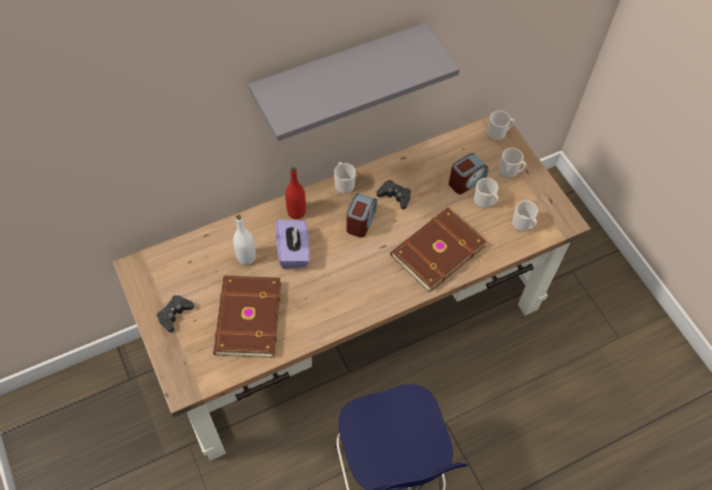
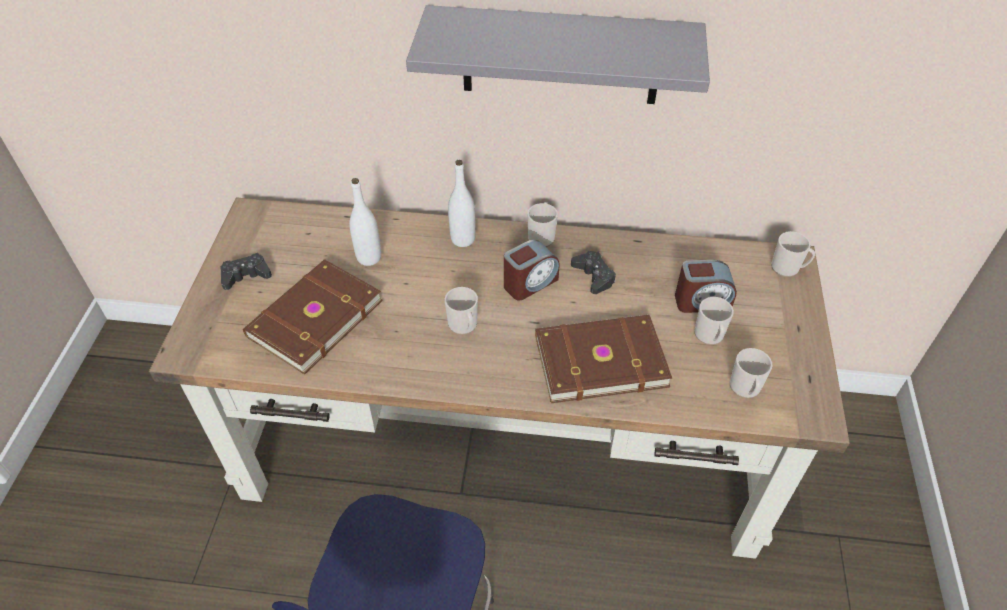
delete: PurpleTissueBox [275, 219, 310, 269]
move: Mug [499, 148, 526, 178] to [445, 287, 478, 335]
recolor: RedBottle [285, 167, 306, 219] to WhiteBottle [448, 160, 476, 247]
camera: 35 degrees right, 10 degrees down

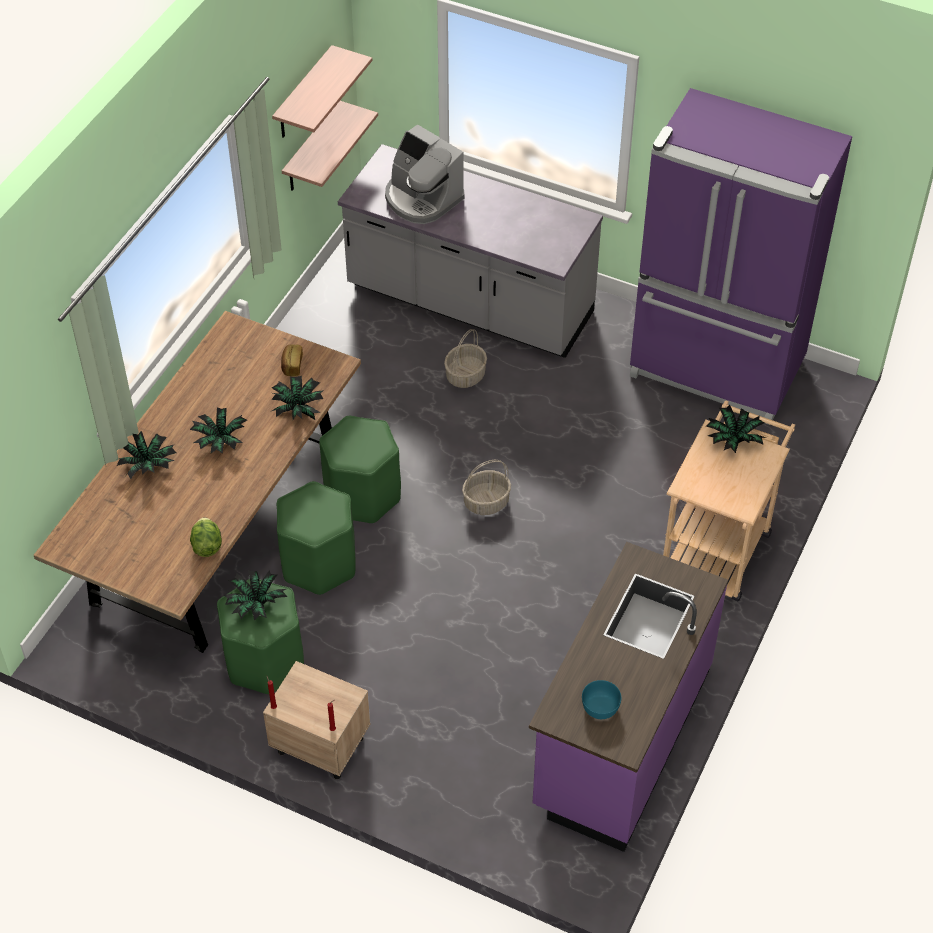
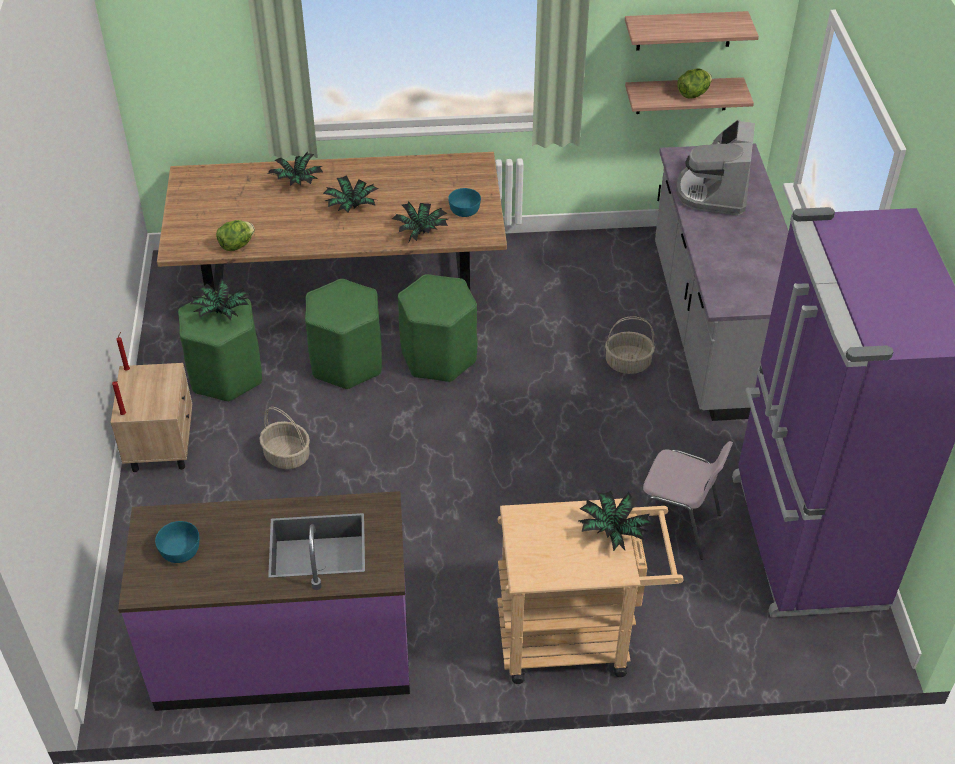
insert: PinkChair [643, 441, 733, 560]; Lettuce [677, 69, 712, 98]
move: Basket [462, 460, 511, 515] to [259, 407, 310, 469]
replace: Bread [281, 344, 303, 376] to TurquoiseBowl [448, 188, 481, 217]
camera: 60 degrees right, 5 degrees down

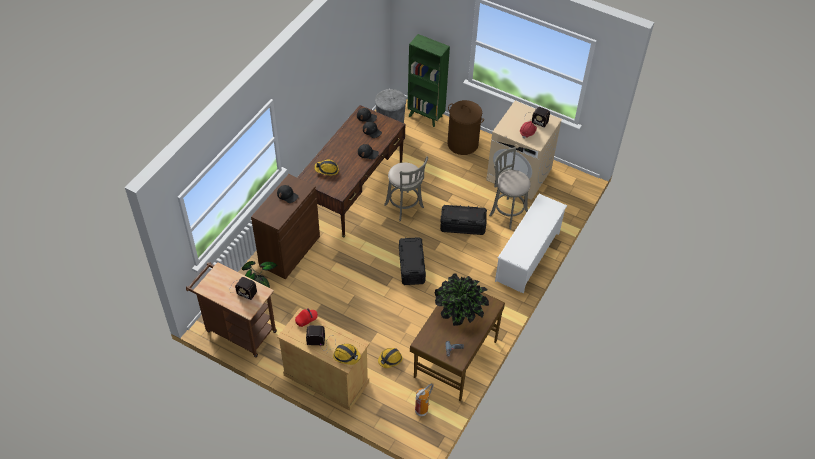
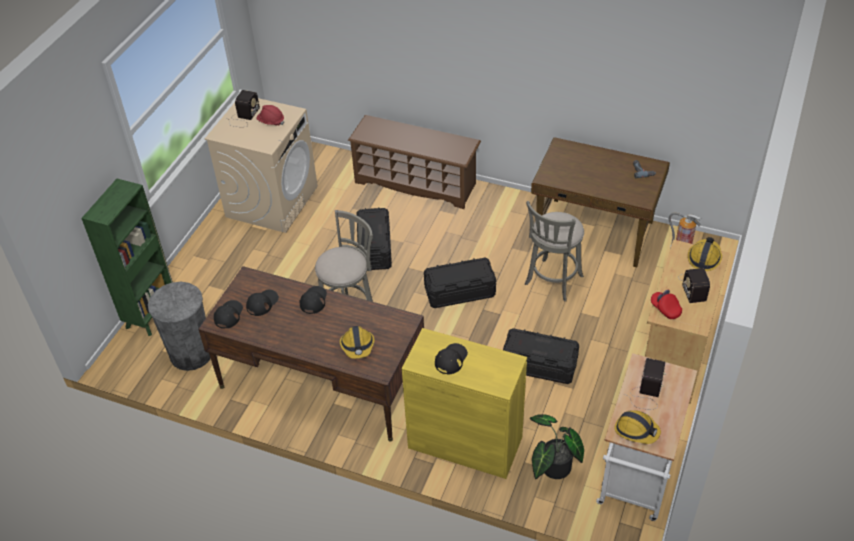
delete: PottedPlant [435, 274, 489, 326]; BrownLaundryBasket [447, 100, 484, 155]
insert: BlackStorageBox [503, 328, 579, 384]
move: HardHat [378, 348, 403, 368] to [614, 410, 661, 444]; GreyStool [489, 147, 531, 229] to [525, 201, 584, 302]
recolor: BrownCart [186, 262, 277, 358] to WhiteCart [596, 353, 697, 521]; BrownCabinet [251, 174, 320, 279] to YellowCabinet [402, 328, 527, 479]; WhiteShoeRack [495, 194, 567, 293] to BrownShoeRack [348, 115, 481, 209]
camera: 95 degrees left, 5 degrees down

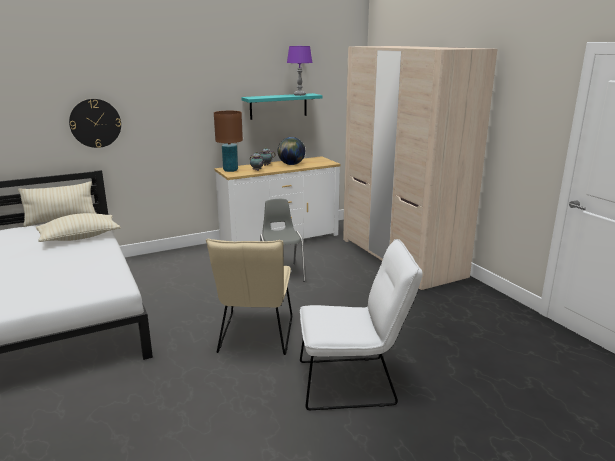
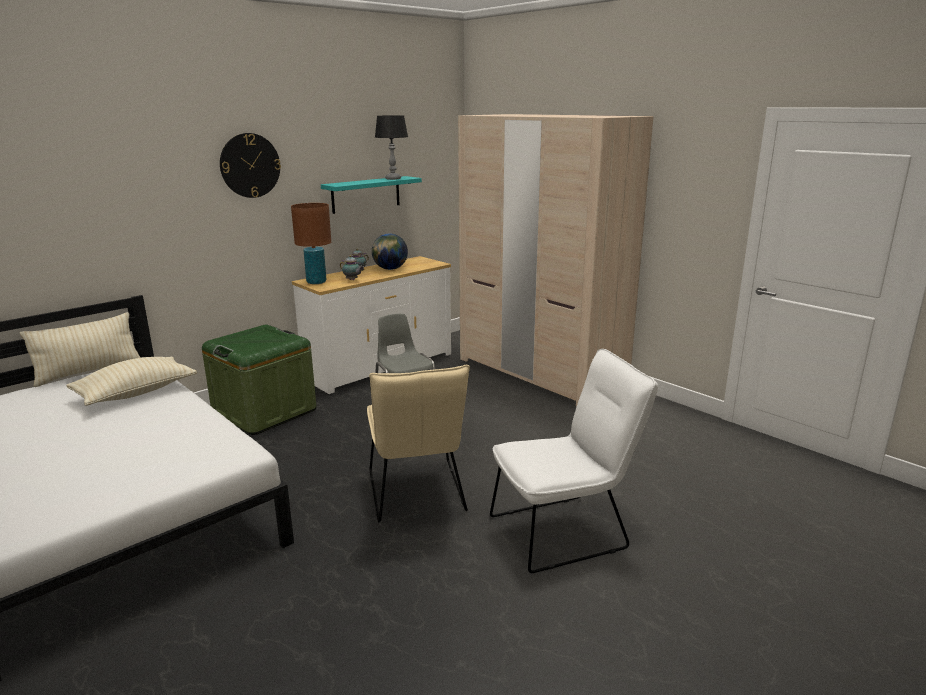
insert: GreenStorageBox [202, 325, 316, 435]
move: WallClock [69, 99, 121, 148] to [220, 133, 281, 198]
recolor: PurpleTableLamp [287, 46, 313, 96] to BlackTableLamp [375, 115, 408, 180]
camera: 15 degrees left, 0 degrees up

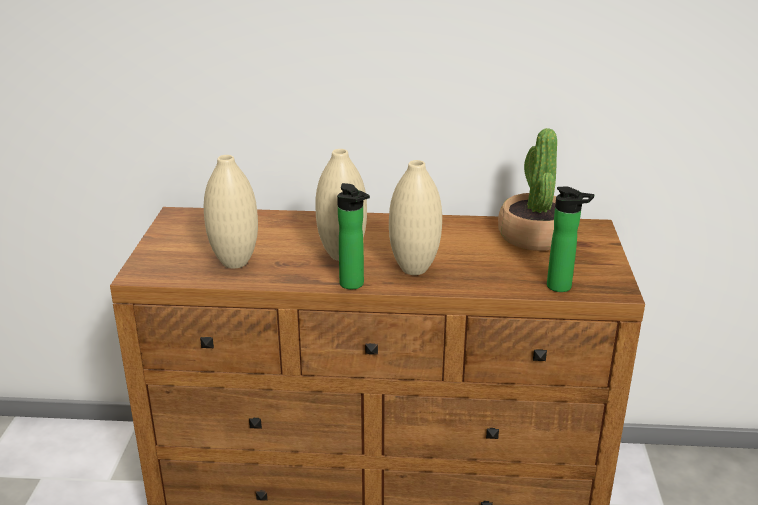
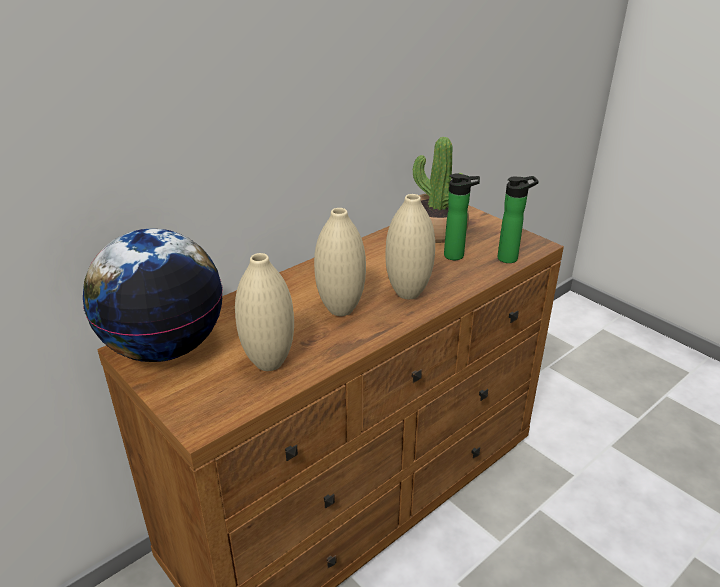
insert: Globe [83, 229, 223, 362]
move: Bottle [337, 183, 370, 289] to [444, 174, 480, 260]
camera: 45 degrees left, 5 degrees up

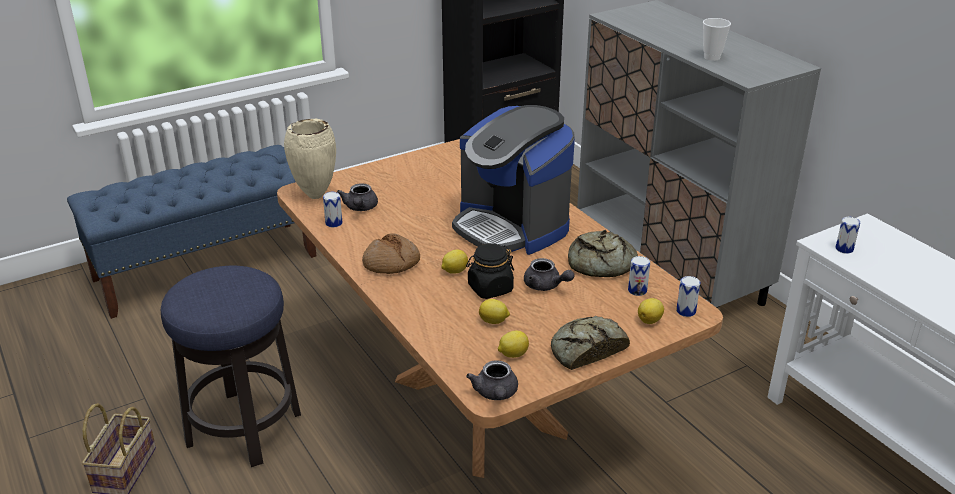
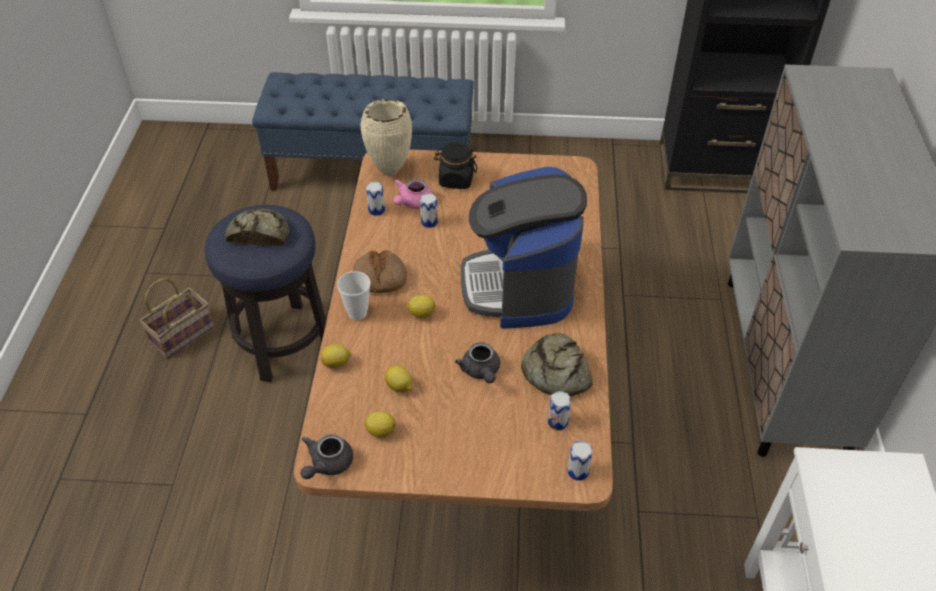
move: BlackJar [466, 243, 514, 299] to [434, 142, 477, 189]; Bread [551, 316, 630, 370] to [225, 209, 289, 246]; Lemon [638, 298, 664, 324] to [321, 344, 351, 368]; Cup [703, 18, 731, 61] to [337, 271, 370, 320]; Can [835, 217, 860, 254] to [420, 193, 438, 228]
recolor: GreyTeapot [337, 183, 378, 211] to PinkTeapot [394, 179, 433, 209]
camera: 35 degrees right, 15 degrees up

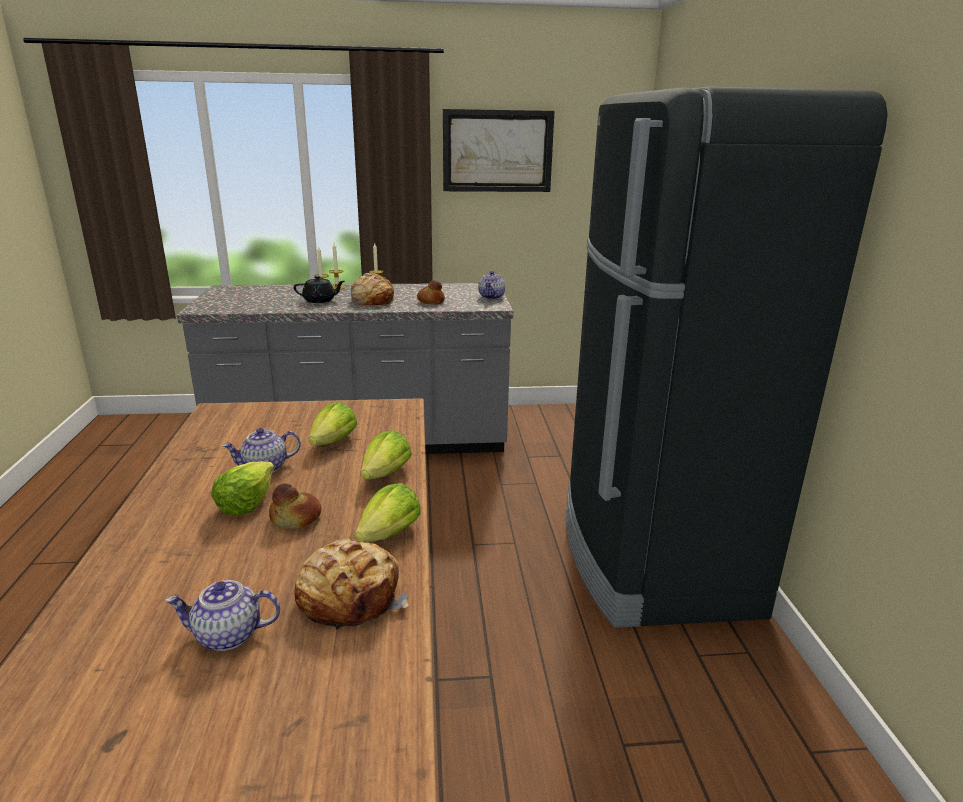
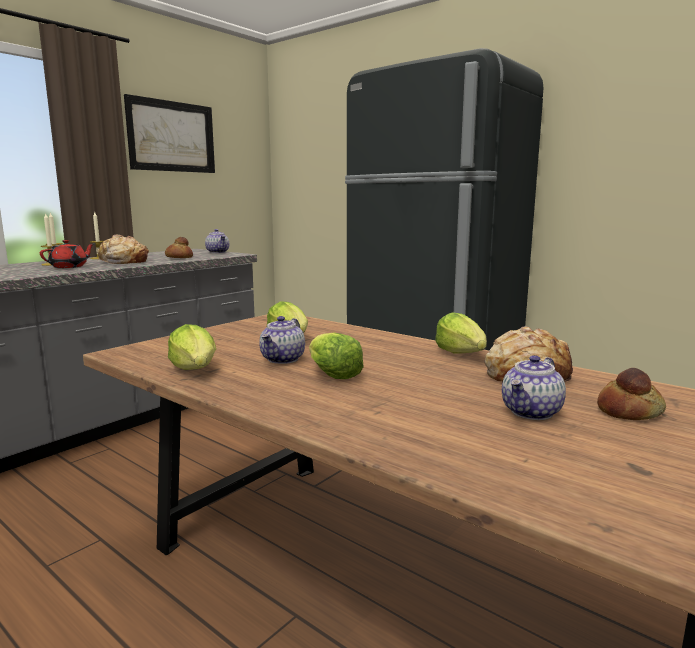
move: Bread [269, 483, 322, 529] to [597, 368, 666, 420]; Lettuce [361, 430, 412, 479] to [168, 324, 216, 370]
recolor: BlackTeapot [293, 276, 345, 303] to RedTeapot [40, 240, 94, 268]
camera: 45 degrees left, 10 degrees down

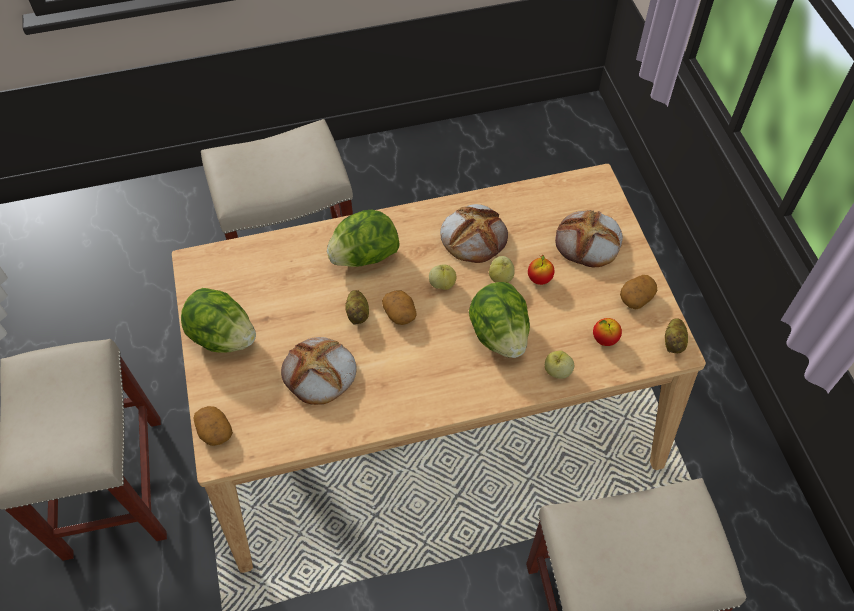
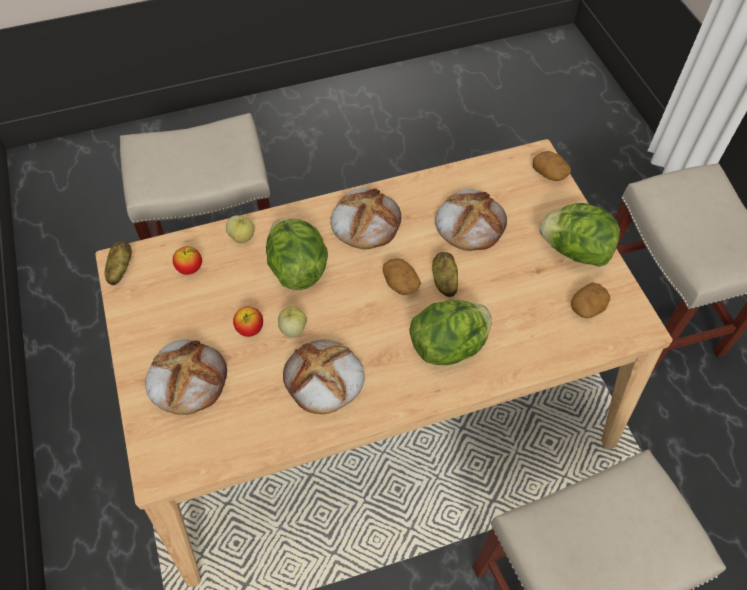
delete: Apple [429, 264, 456, 290]
insert: Bread [330, 188, 401, 250]
move: Potato [620, 275, 657, 309] to [571, 282, 610, 318]
camera: 175 degrees right, 0 degrees up

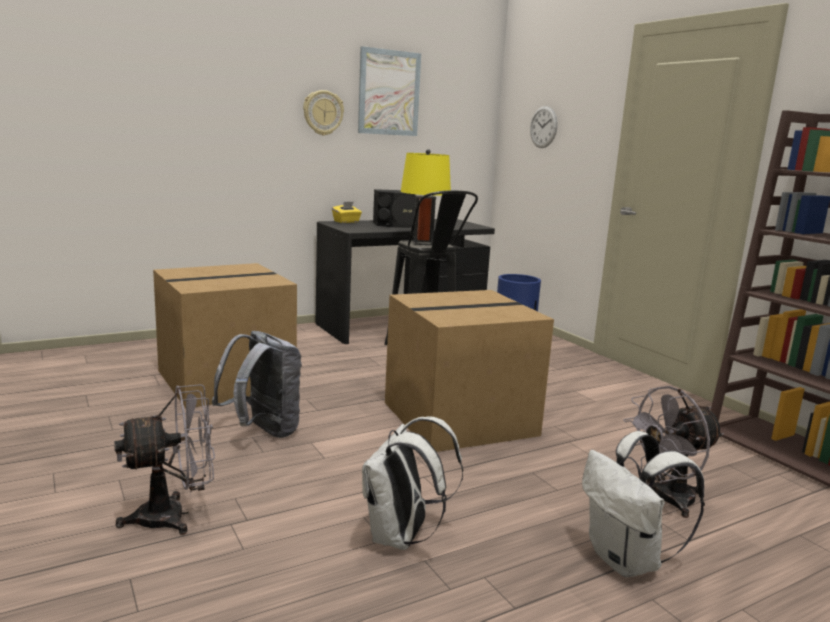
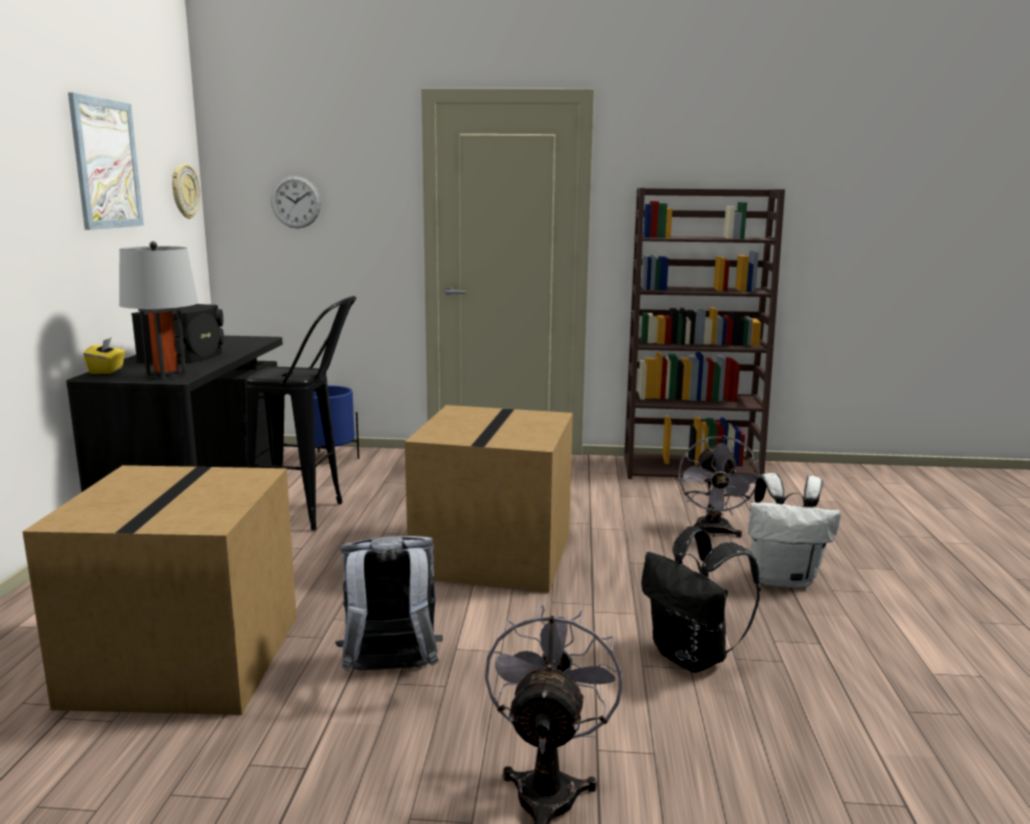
delete: YellowTableLamp [401, 149, 451, 245]
insert: GreyTableLamp [119, 241, 198, 380]
move: WallClock [303, 90, 344, 136] to [172, 164, 200, 219]
recolor: WhiteBackpack [362, 416, 463, 550] to BlackBackpack [641, 527, 760, 673]
camera: 55 degrees left, 0 degrees up

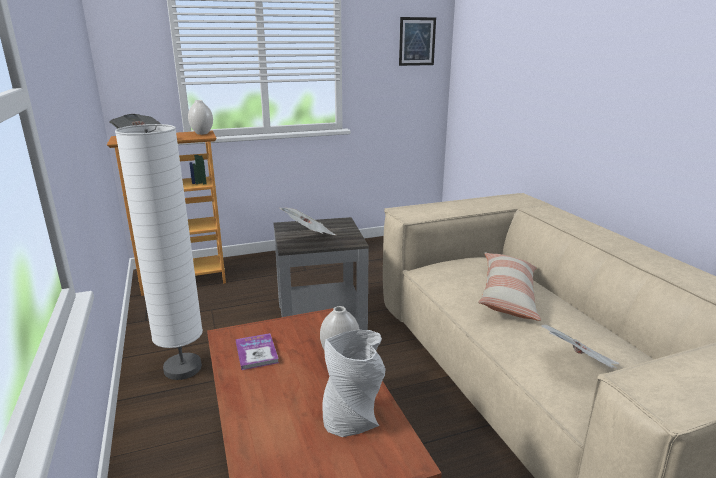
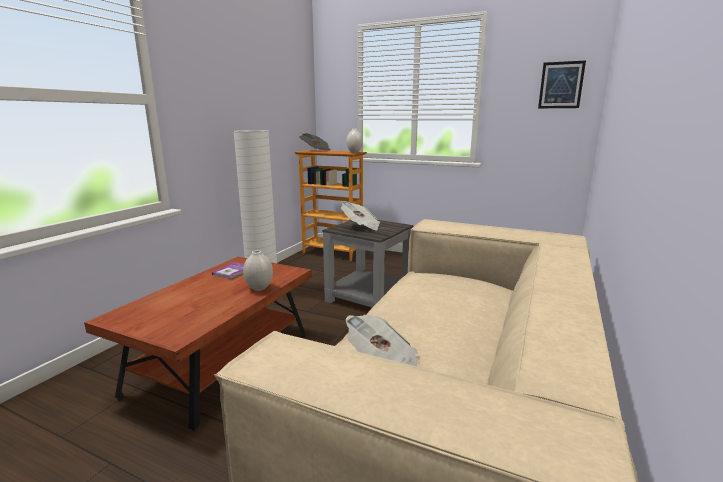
delete: GreyVase [322, 330, 386, 437]; Pillow [478, 253, 541, 321]
camera: 45 degrees right, 5 degrees down

